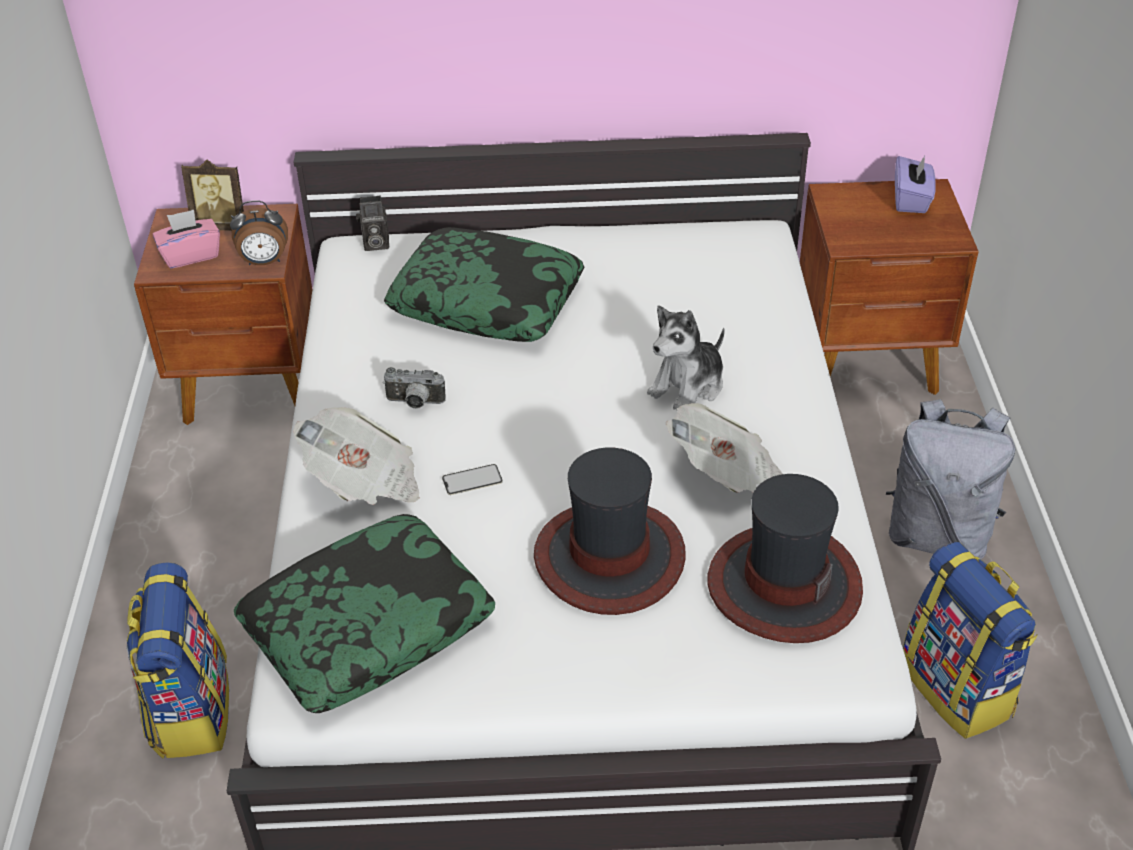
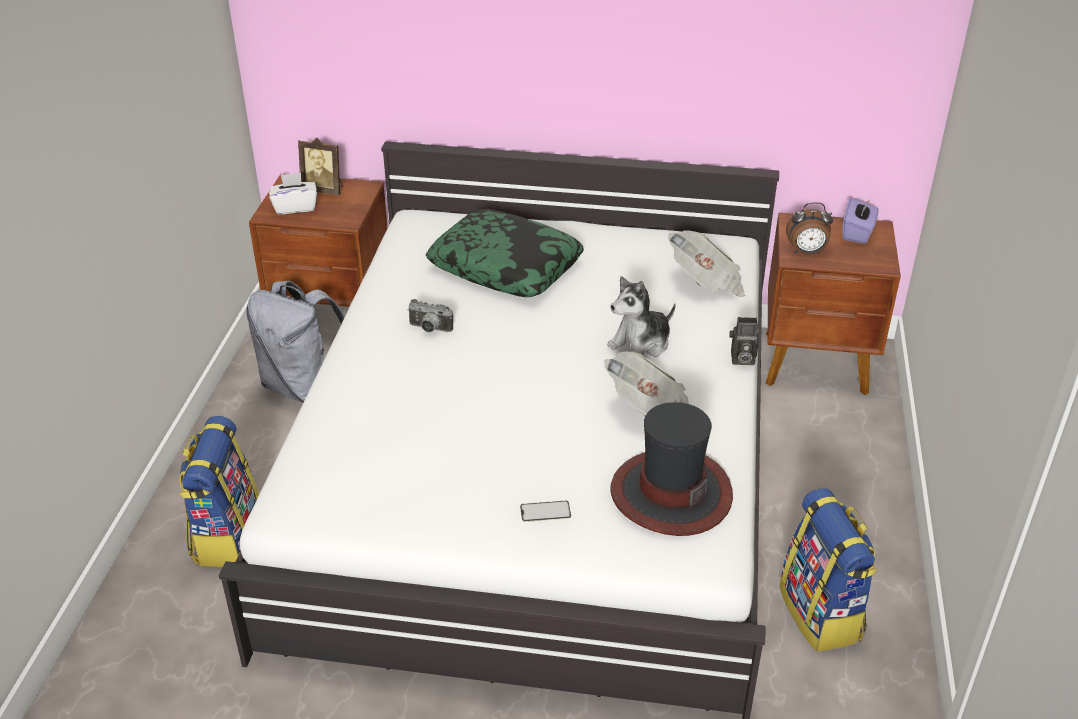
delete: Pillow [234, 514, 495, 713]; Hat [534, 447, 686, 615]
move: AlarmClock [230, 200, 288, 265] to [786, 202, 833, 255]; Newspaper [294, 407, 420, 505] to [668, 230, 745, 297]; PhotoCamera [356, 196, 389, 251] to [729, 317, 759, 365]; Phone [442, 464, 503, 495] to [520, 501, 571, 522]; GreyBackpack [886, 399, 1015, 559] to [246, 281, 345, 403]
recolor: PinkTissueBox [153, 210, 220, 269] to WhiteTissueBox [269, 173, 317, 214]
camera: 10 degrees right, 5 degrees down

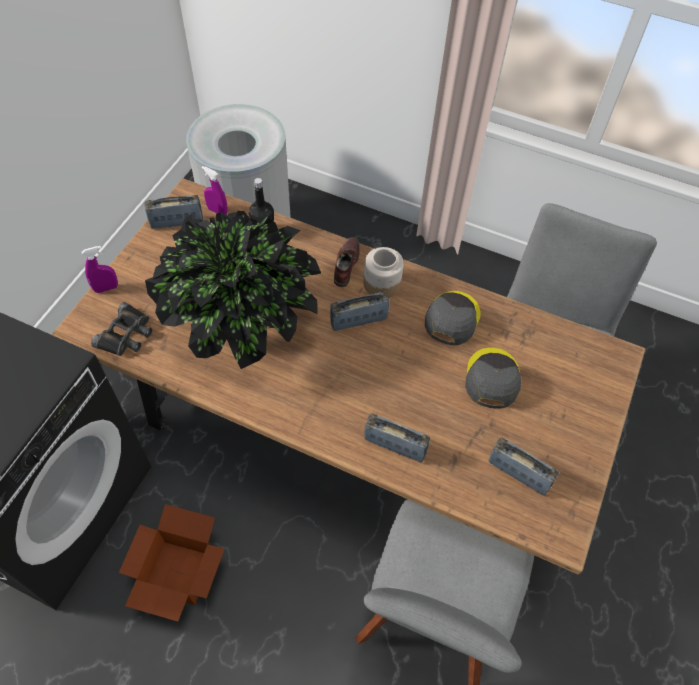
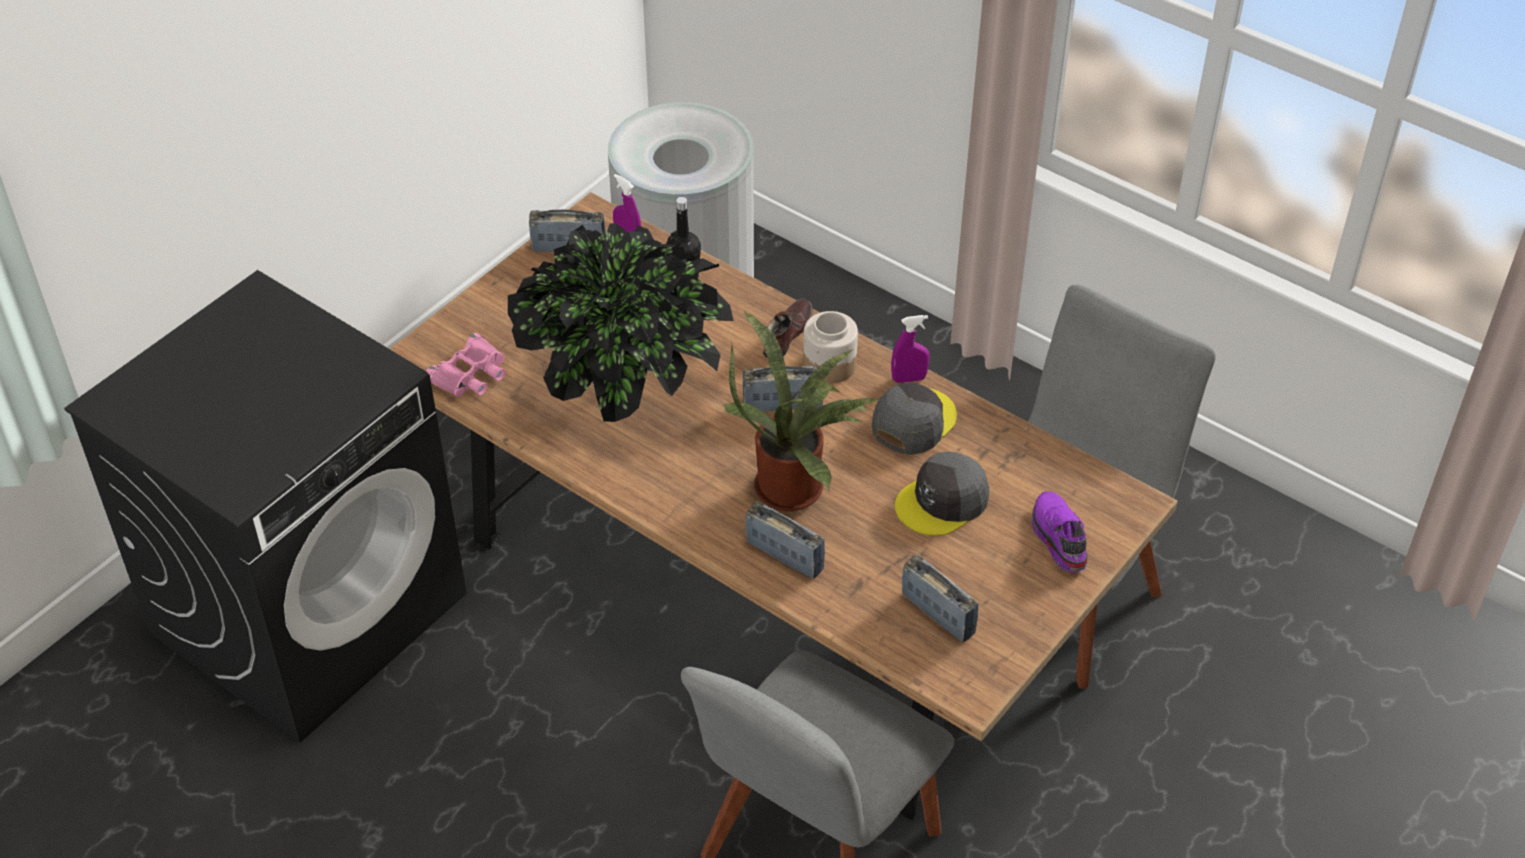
delete: CardboardBox [119, 504, 225, 622]
insert: PottedPlant [723, 311, 881, 511]; PurpleShoe [1032, 491, 1087, 573]
move: PurpleSprayBottle [82, 246, 118, 293] to [891, 315, 930, 383]
recolor: BlackBinoculars [91, 302, 152, 356] to PinkBinoculars [426, 333, 505, 397]
rotate: GreyCap [465, 347, 521, 409] = [895, 452, 989, 536] 150 degrees counterclockwise
camera: 15 degrees right, 10 degrees down

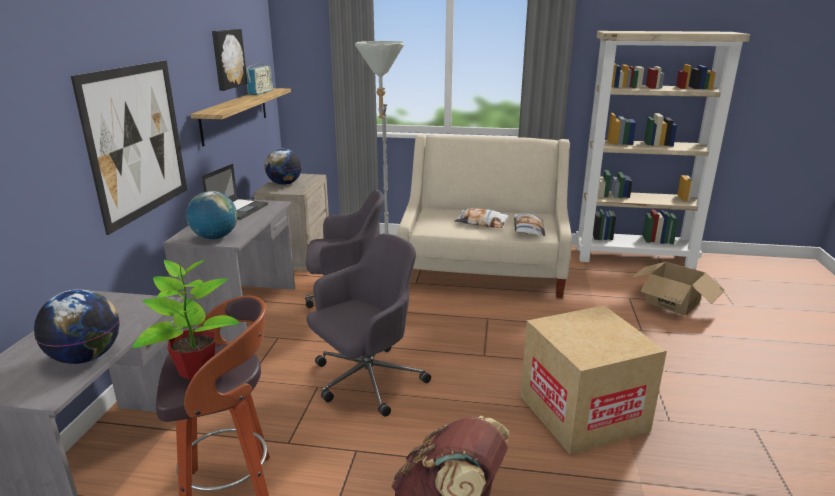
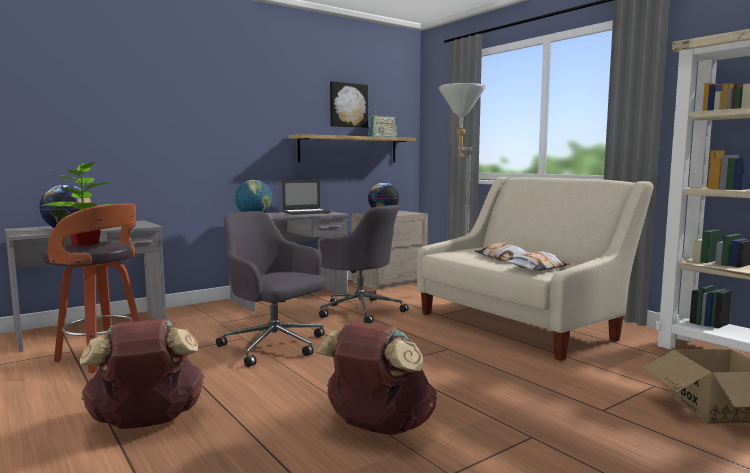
delete: Picture [71, 61, 187, 235]
replace: CardboardBox [521, 305, 667, 455] to BrownBackpack [316, 322, 437, 435]
rotate: GreyOfficeChair [307, 234, 431, 417] = [216, 211, 327, 367] 150 degrees counterclockwise
camera: 45 degrees right, 15 degrees down

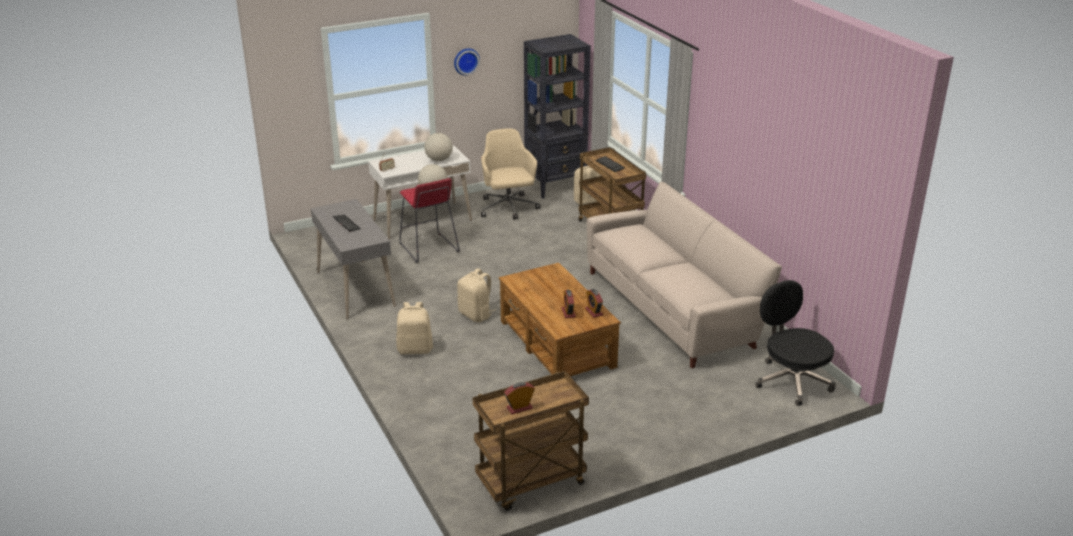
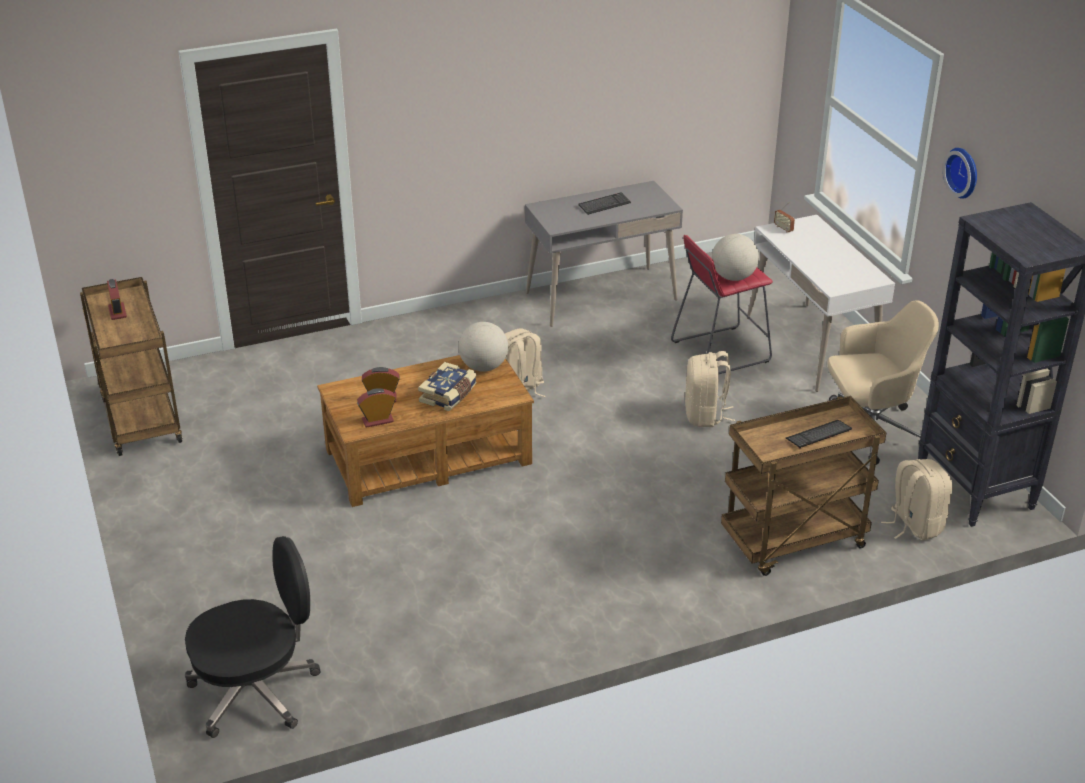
delete: BeigeSofa [586, 182, 782, 368]
insert: Book [418, 362, 477, 411]
move: BeigeBackpack [396, 302, 433, 355] to [685, 351, 735, 427]; Globe [424, 133, 453, 161] to [458, 322, 508, 372]
camera: 95 degrees right, 5 degrees up

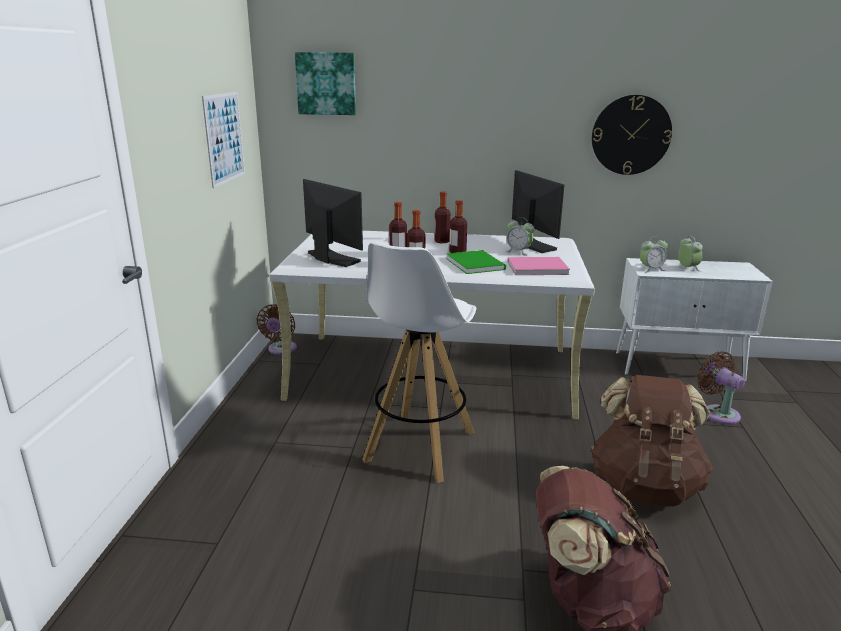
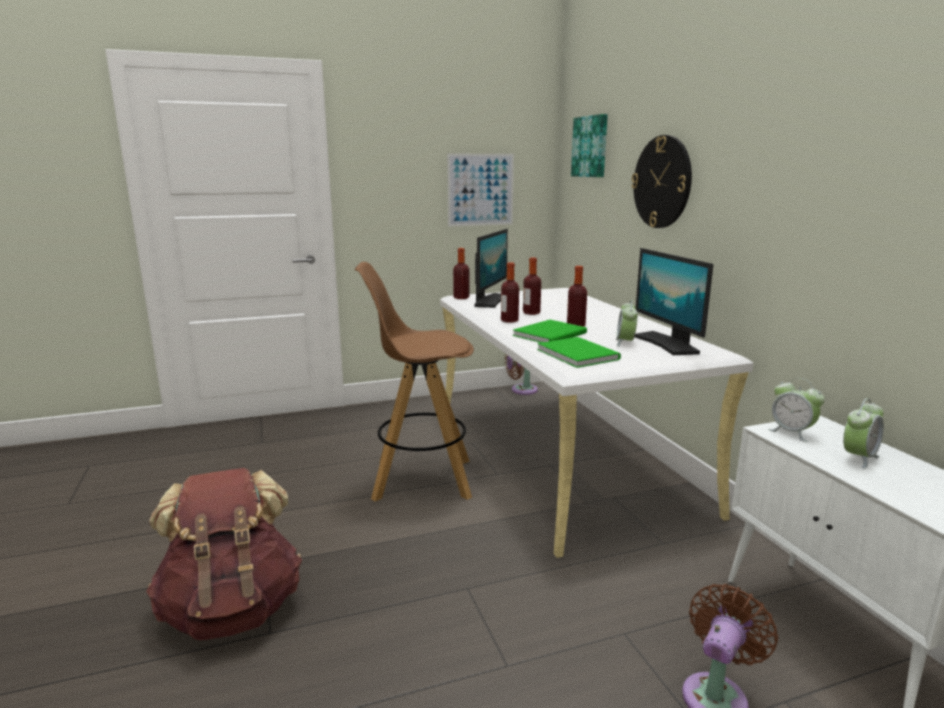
delete: BrownBackpack [591, 375, 713, 506]
move: Bottle [434, 191, 451, 243] to [453, 248, 469, 299]; WallClock [592, 95, 672, 175] to [631, 135, 692, 228]
recolor: WhiteStool [362, 242, 476, 483] to BrownStool [354, 262, 474, 501]; PinkBook [508, 257, 570, 275] to GreenBook [537, 337, 621, 368]
rotate: Monitor [512, 170, 564, 253] = [635, 248, 713, 355] 120 degrees clockwise
camera: 65 degrees right, 5 degrees down

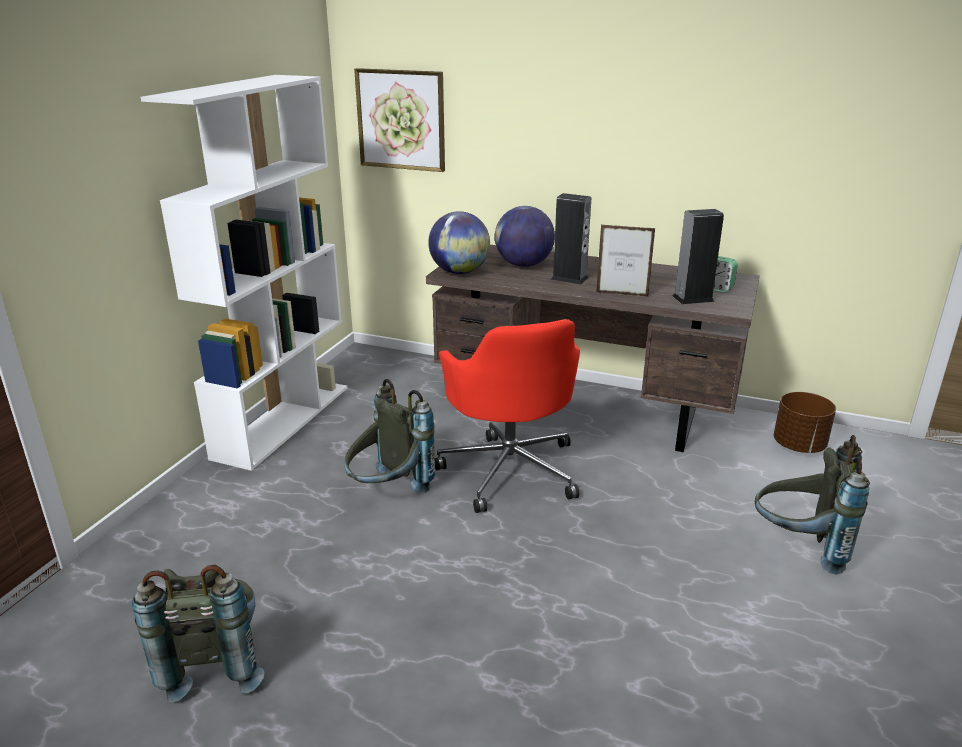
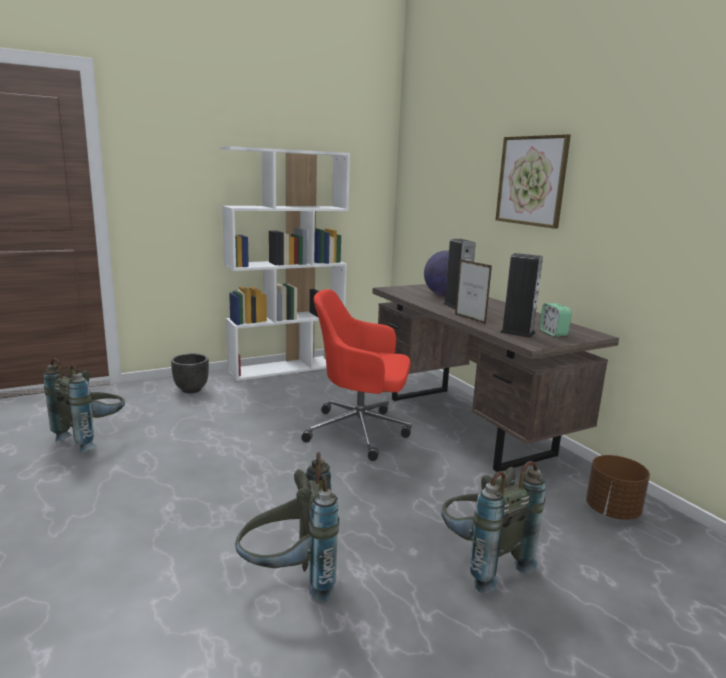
delete: Globe [428, 211, 490, 274]
insert: BlackPlanter [171, 354, 209, 393]
move: GreyBackpack [344, 379, 435, 493] to [235, 452, 339, 601]; Picture [354, 68, 445, 172] to [495, 134, 571, 229]
rotate: RedOfficeChair [435, 319, 580, 513] = [301, 289, 412, 461] 75 degrees clockwise
camera: 40 degrees right, 10 degrees down

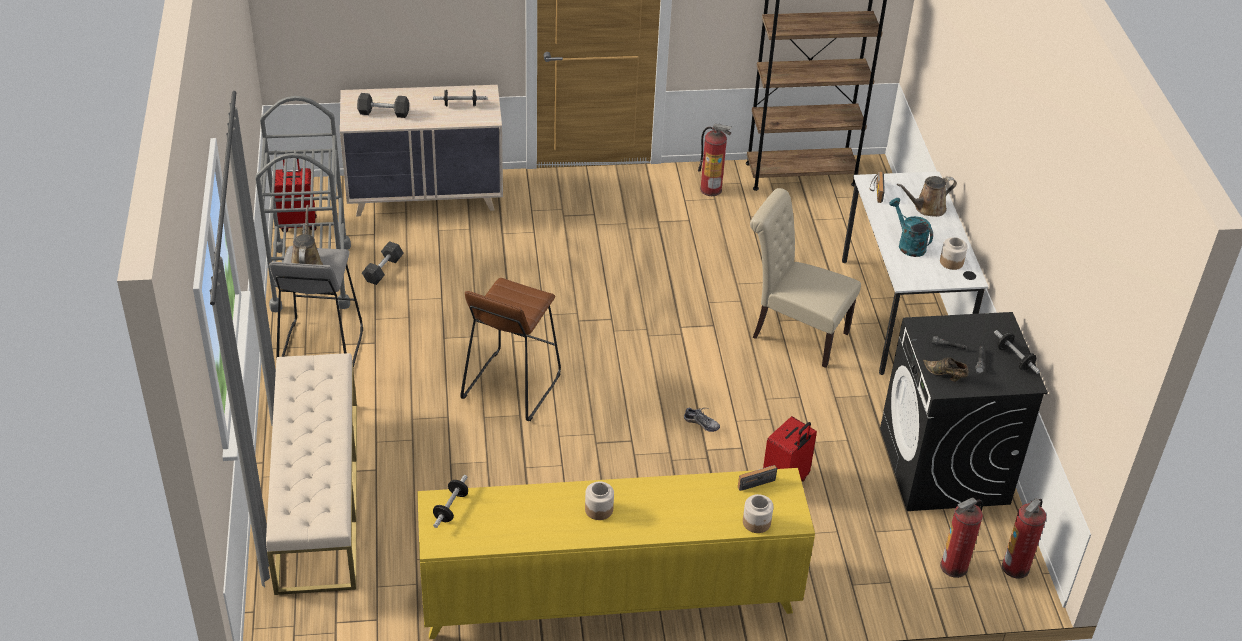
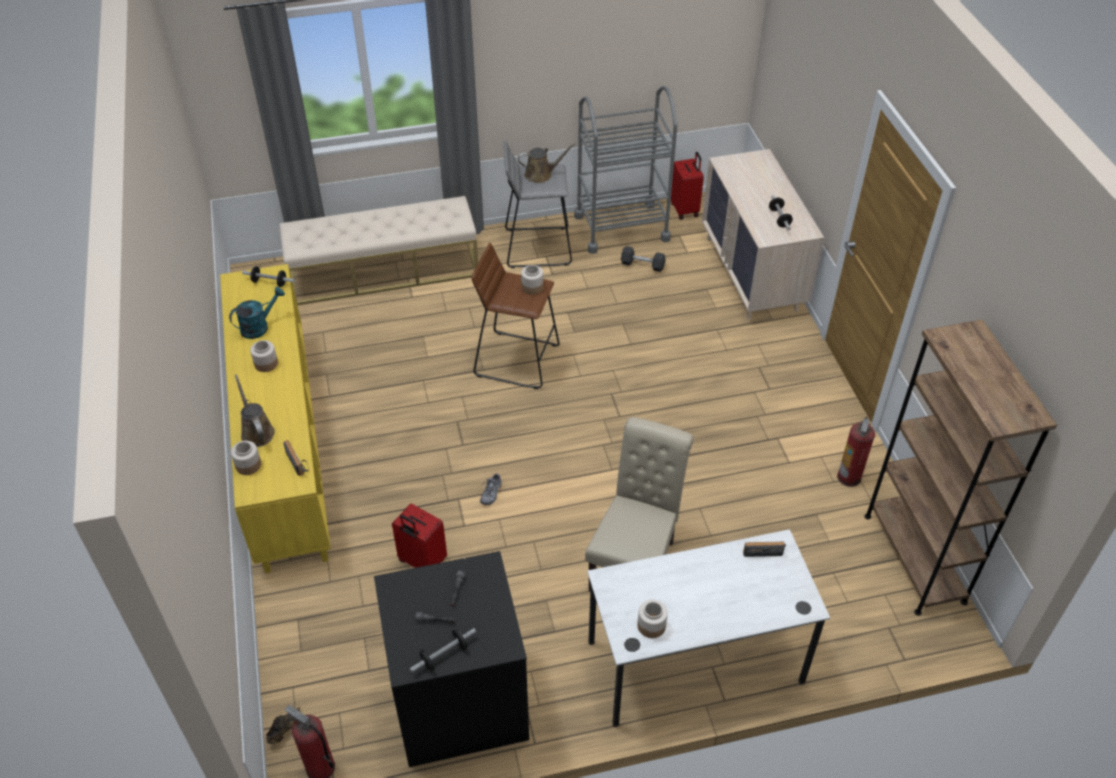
delete: GreyDumbbell [357, 93, 409, 118]; FireExtinguisher [940, 497, 983, 578]
insert: Jar [521, 265, 543, 295]
move: TurquoiseWateringCan [889, 198, 933, 257] to [229, 287, 285, 339]; BrownWateringCan [897, 176, 957, 217] to [235, 374, 275, 447]; BrownShoe [923, 358, 969, 382] to [266, 706, 300, 744]
camera: 85 degrees right, 5 degrees up

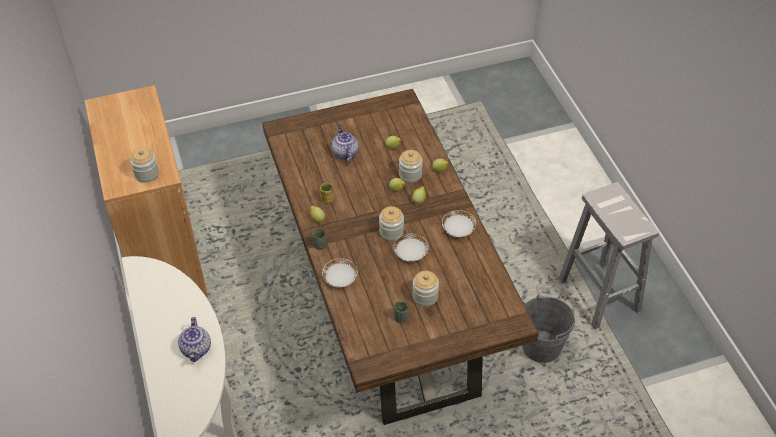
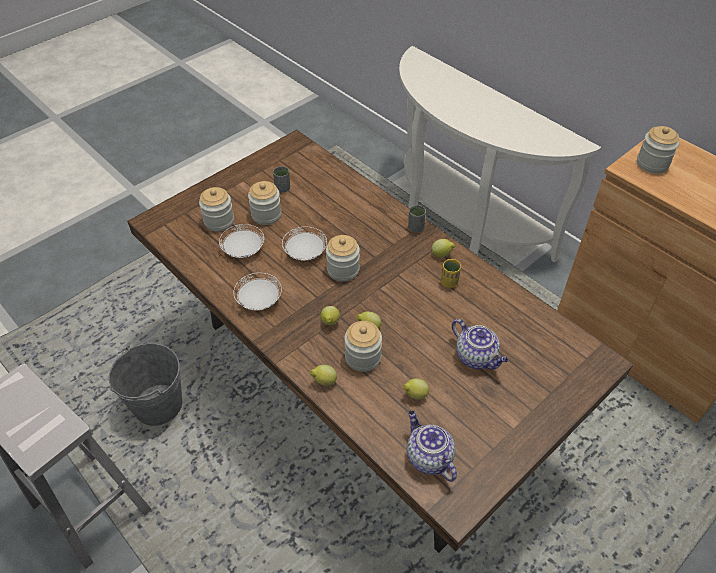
insert: Jar [199, 187, 234, 231]
move: Teapot [178, 317, 211, 362] to [407, 410, 457, 482]; WhitePlate [322, 258, 358, 287] to [219, 224, 264, 258]
camera: 155 degrees right, 0 degrees up

